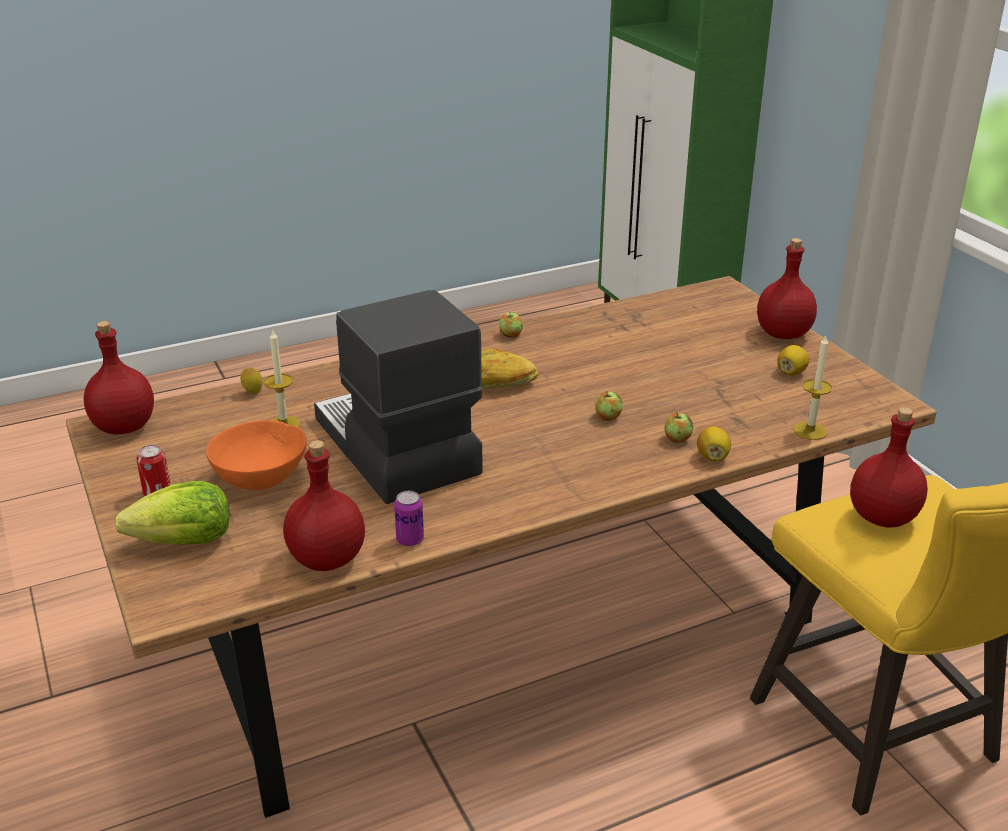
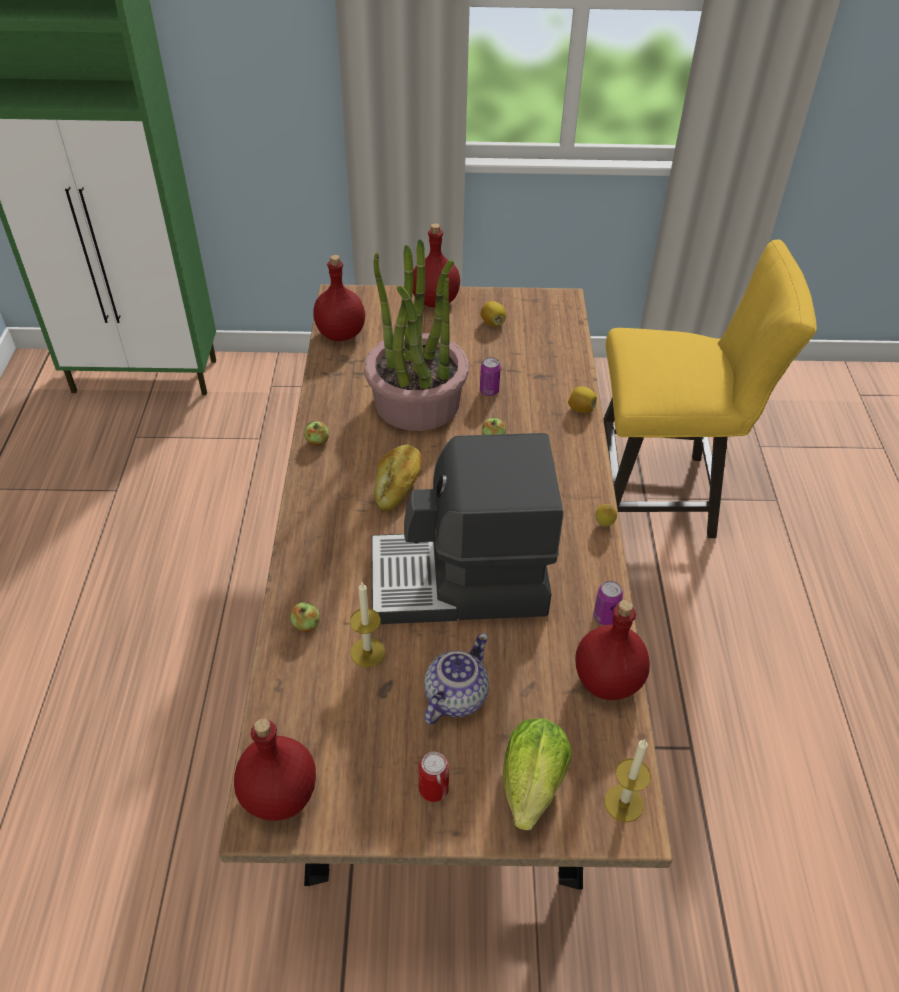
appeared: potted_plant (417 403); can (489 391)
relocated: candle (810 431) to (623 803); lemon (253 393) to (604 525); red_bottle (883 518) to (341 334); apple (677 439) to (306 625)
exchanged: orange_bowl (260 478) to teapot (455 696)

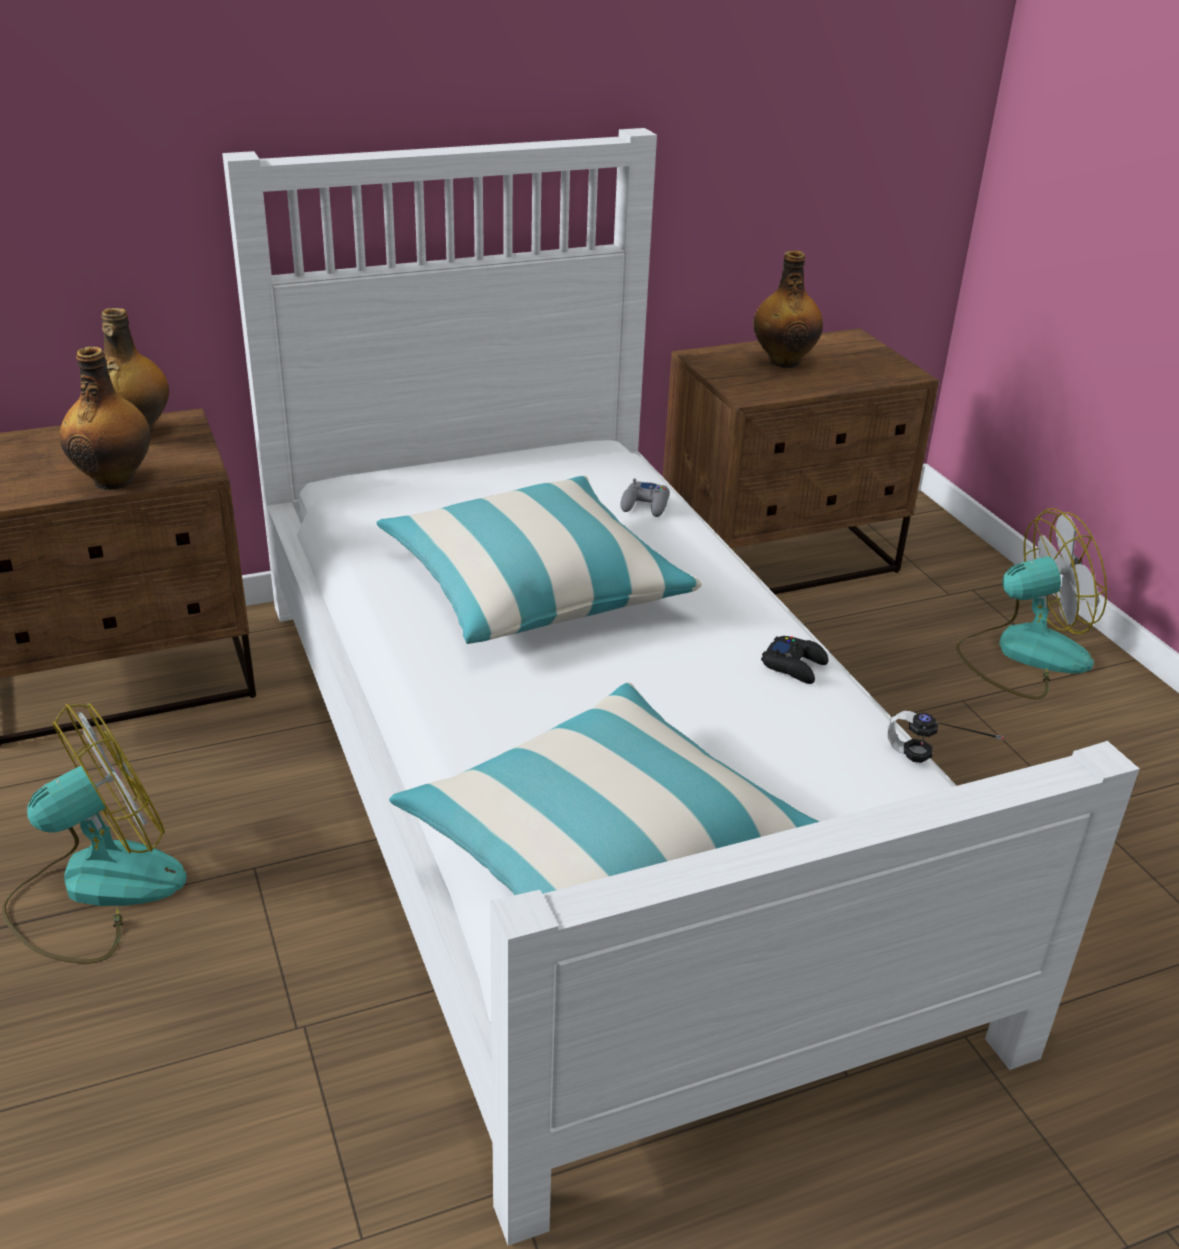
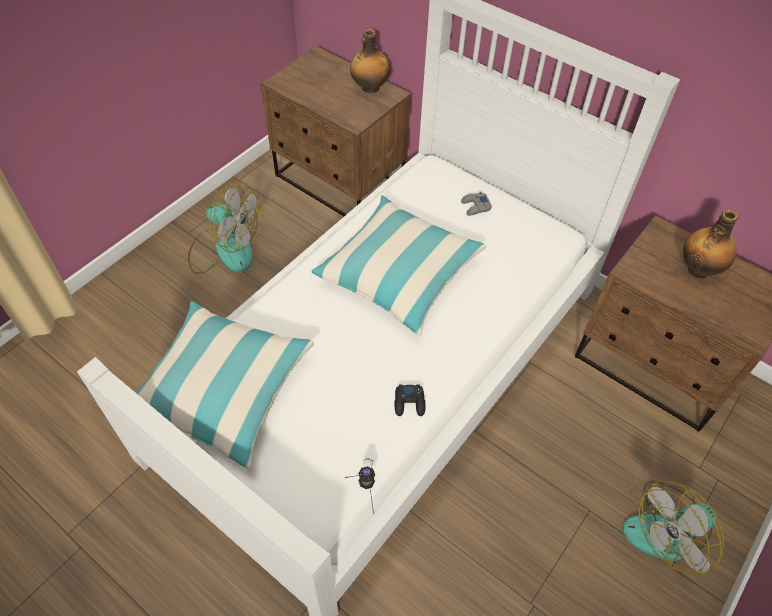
missing: bottle (114 480)
relocated: grey_game_controller (645 505) to (475 207)
spun: fan (1022 654) = (668 530) 105 degrees clockwise

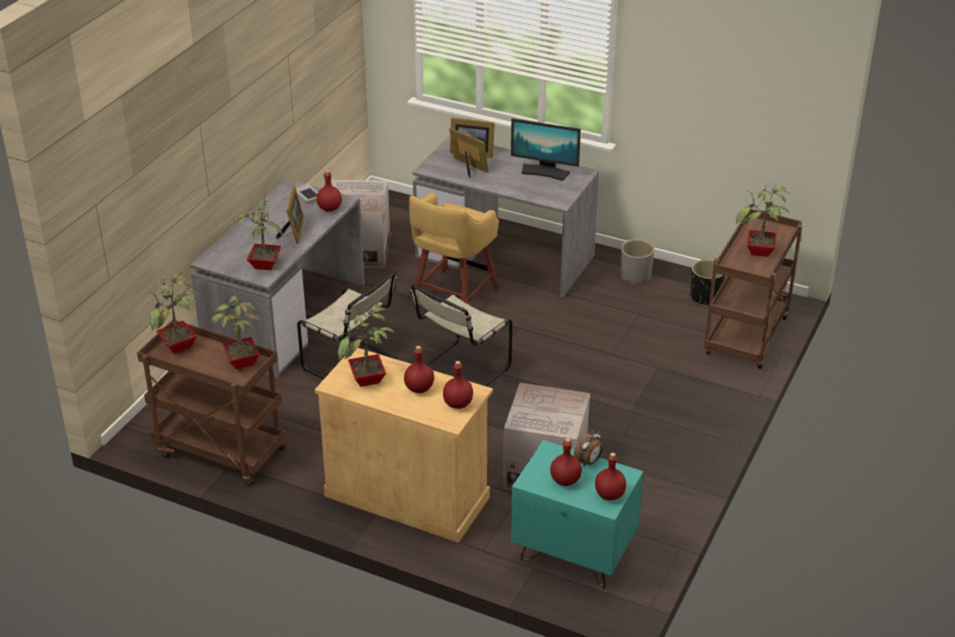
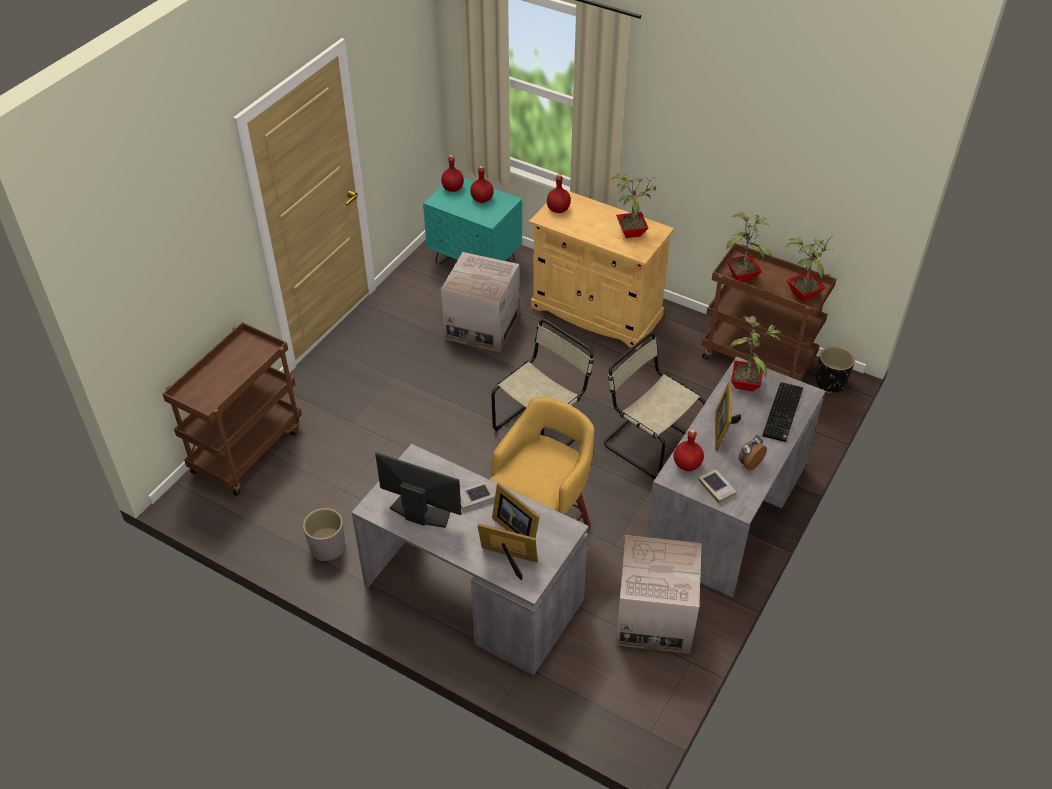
missing: potted_plant (759 252); red_bottle (419 388)
appeared: keyboard (783 413); book (474 498)
relocated: black_planter (705 297) to (830 382); alarm_clock (588 462) to (749 463)

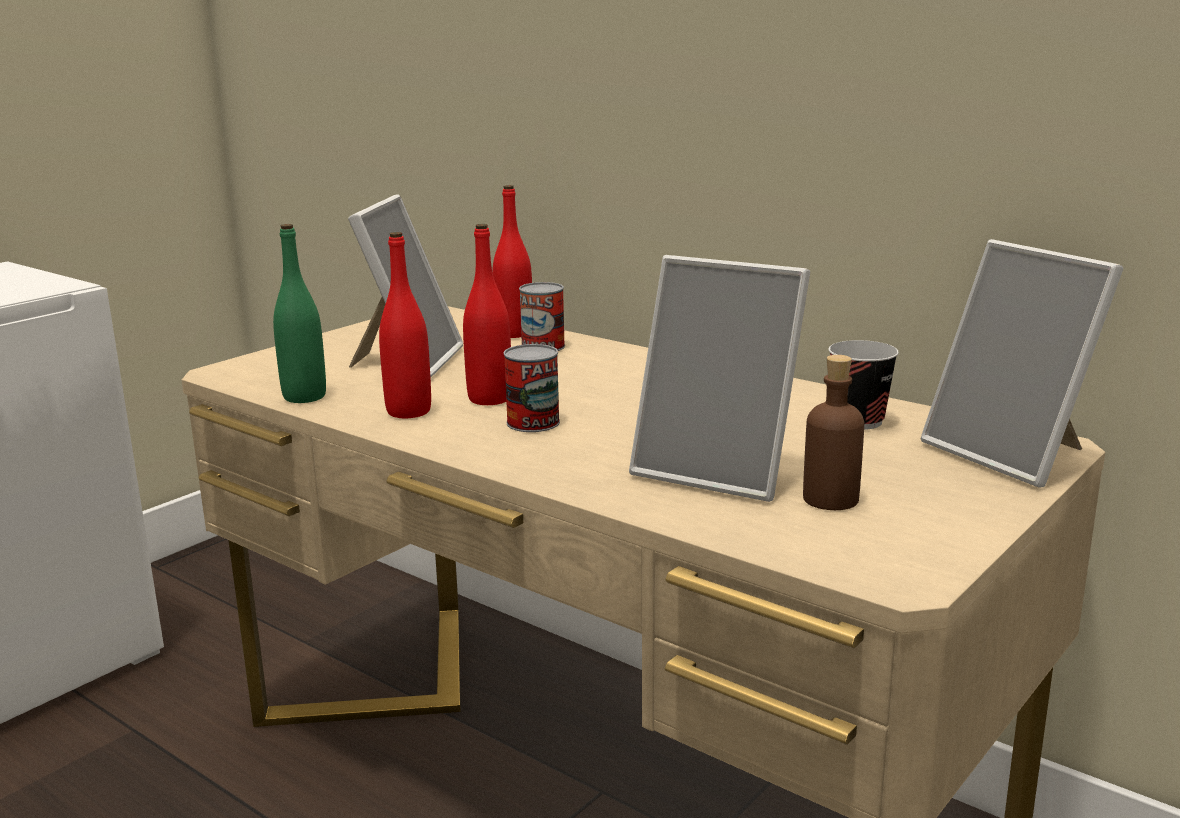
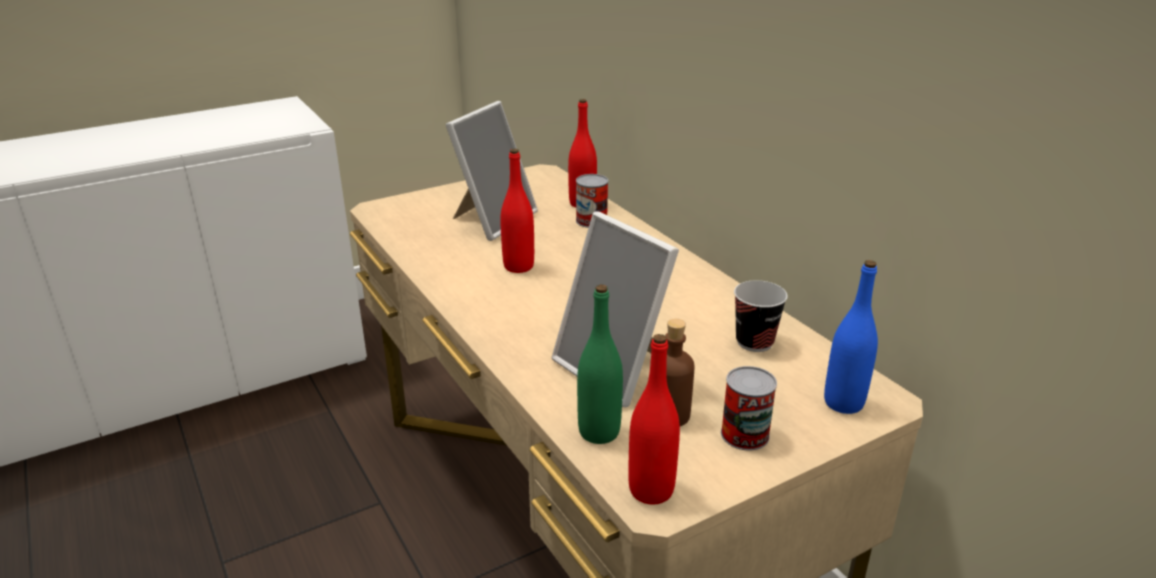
relocated: green_bottle (304 397) to (599 432); red_bottle (408 411) to (651 490); can (533 422) to (744 434)
exchanged: picture_frame (1013 454) to blue_bottle (843 403)

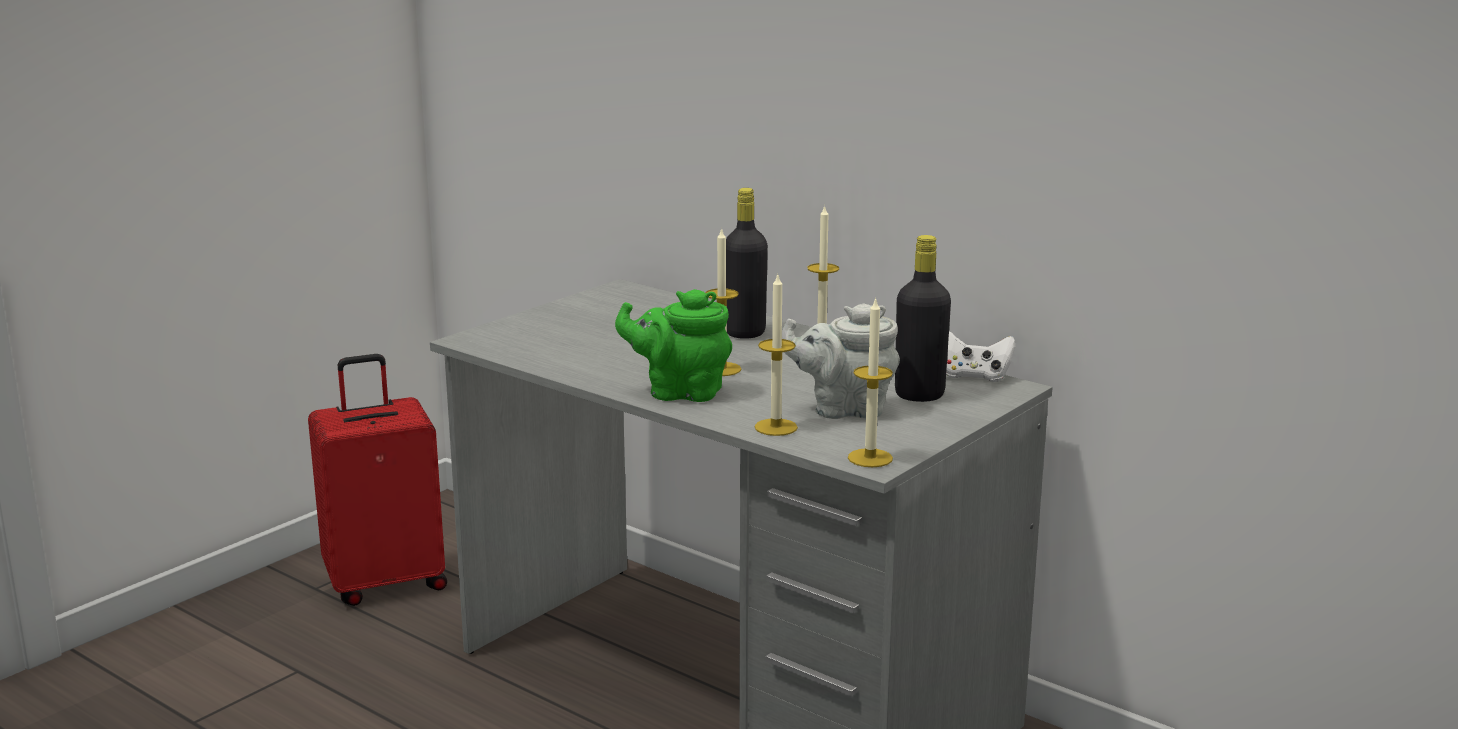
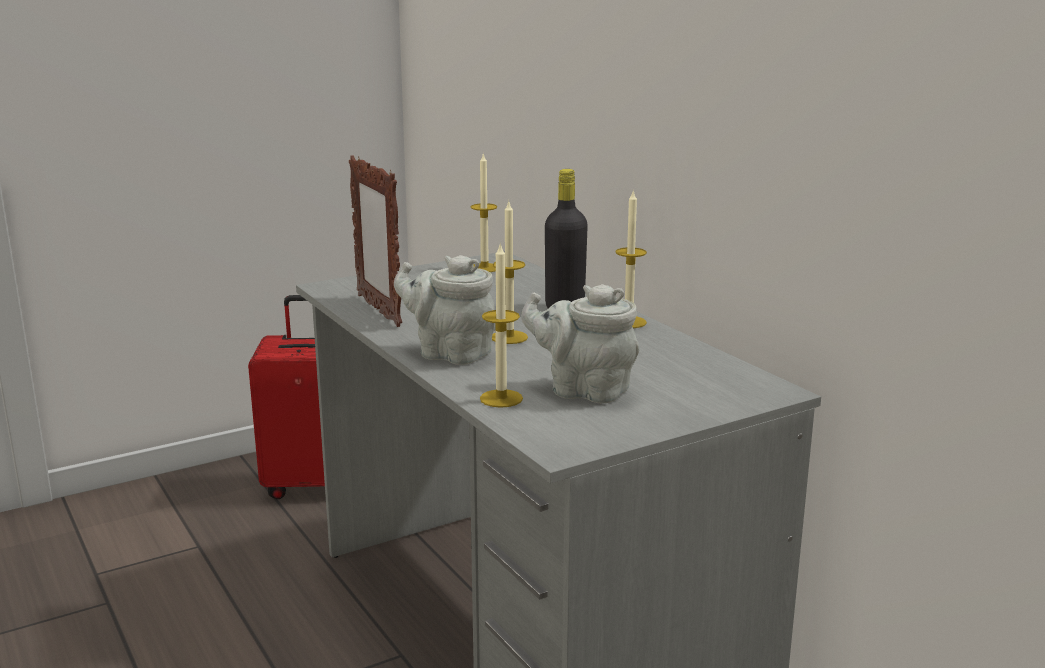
missing: black_bottle (919 395); white_game_controller (974 376)
appeared: picture_frame (379 310)
relocated: candle (870 458) to (484 268)
colour: green_teapot (680 392) to grey_teapot (450 353)

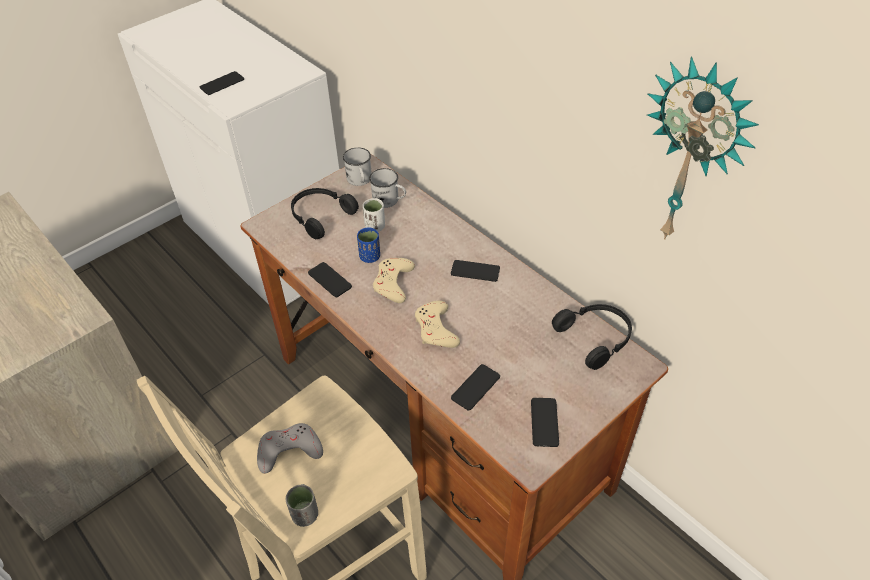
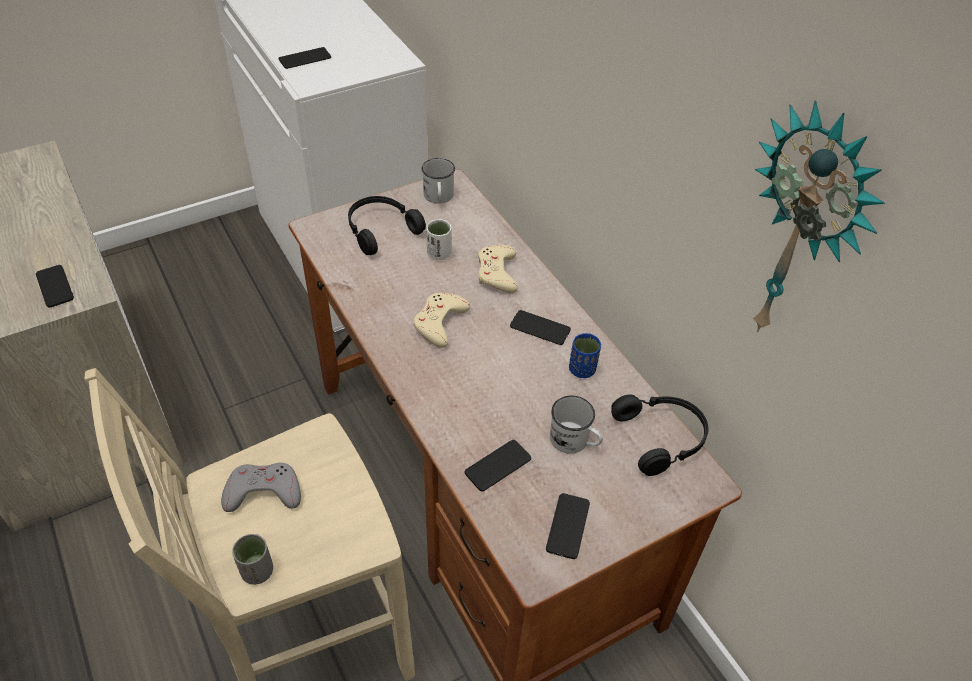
relocated: white_mug (389 200) to (574 441); blue_cup (370 257) to (582 369); phone (329 280) to (55 286); beige_game_controller (436 329) to (497 273)

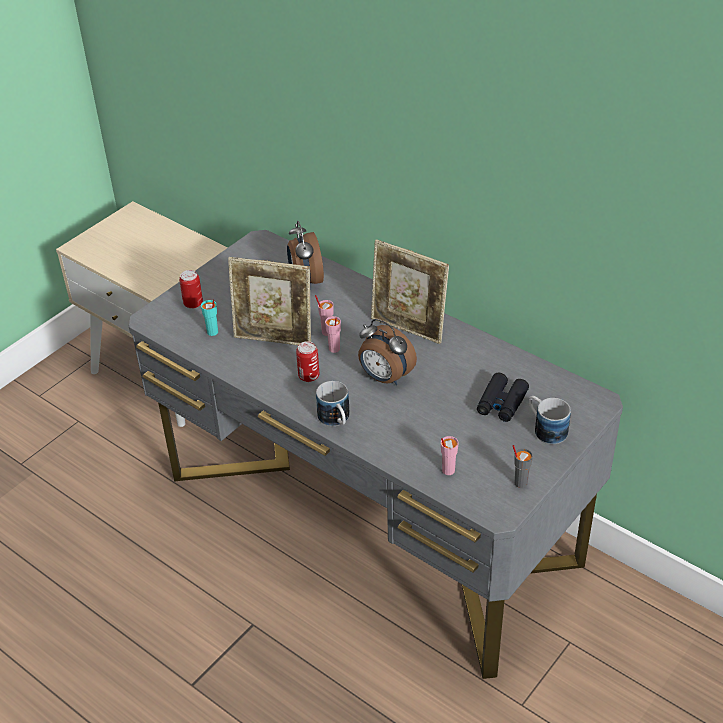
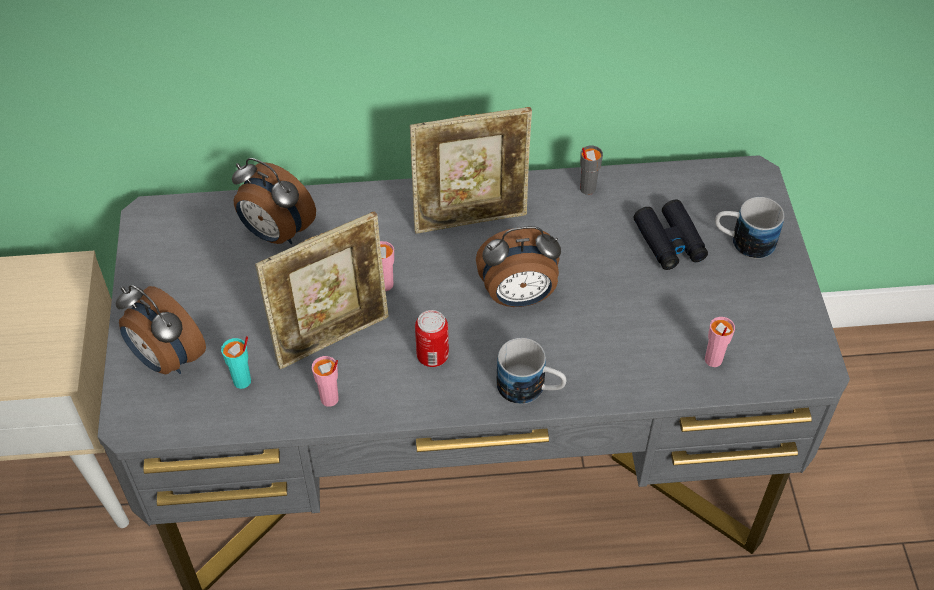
relocated: pink_cup (334 349) to (330 399); grey_cup (520 483) to (587 189)
exchanged: can (193 303) to alarm_clock (166 359)

